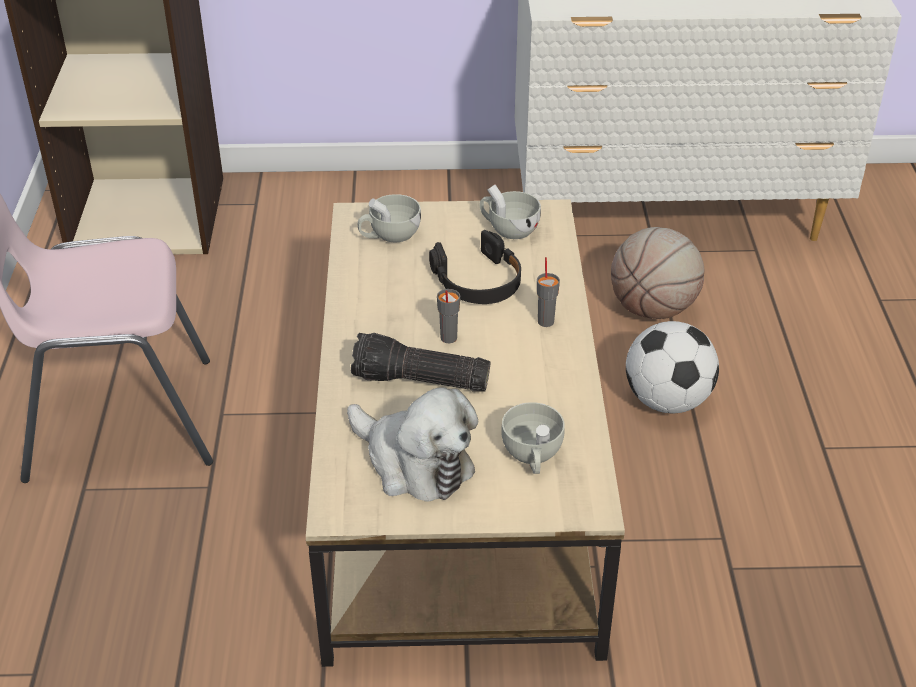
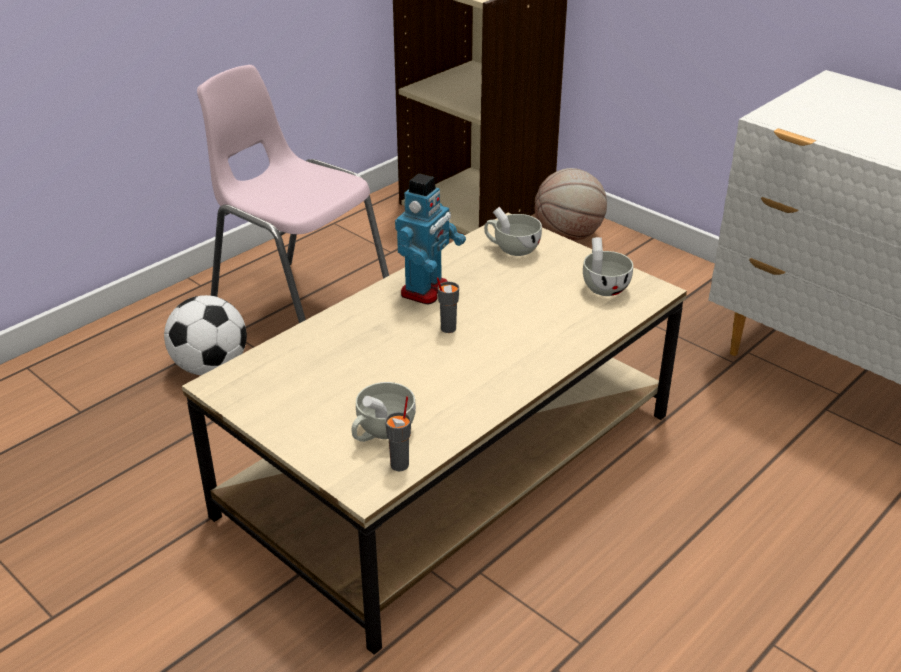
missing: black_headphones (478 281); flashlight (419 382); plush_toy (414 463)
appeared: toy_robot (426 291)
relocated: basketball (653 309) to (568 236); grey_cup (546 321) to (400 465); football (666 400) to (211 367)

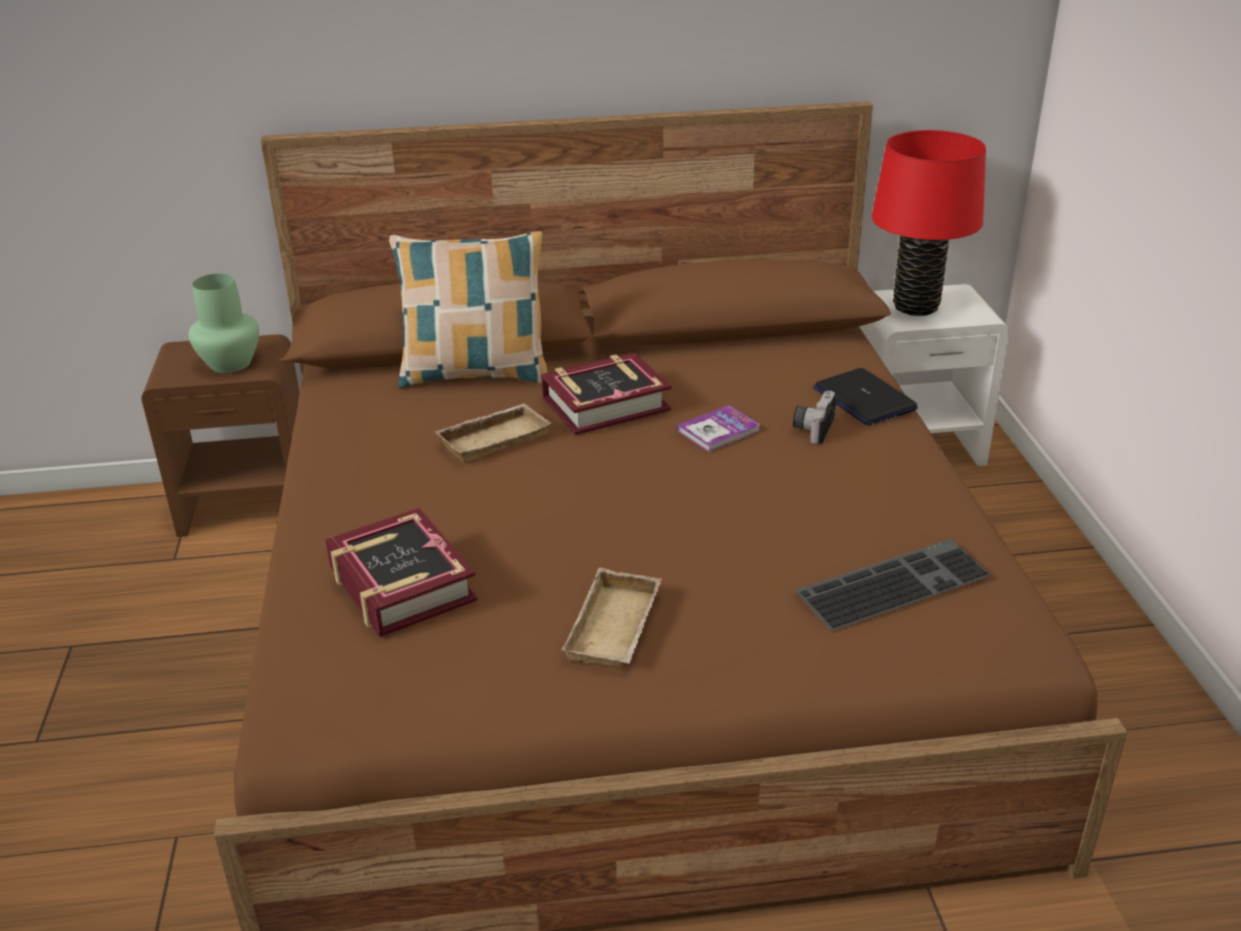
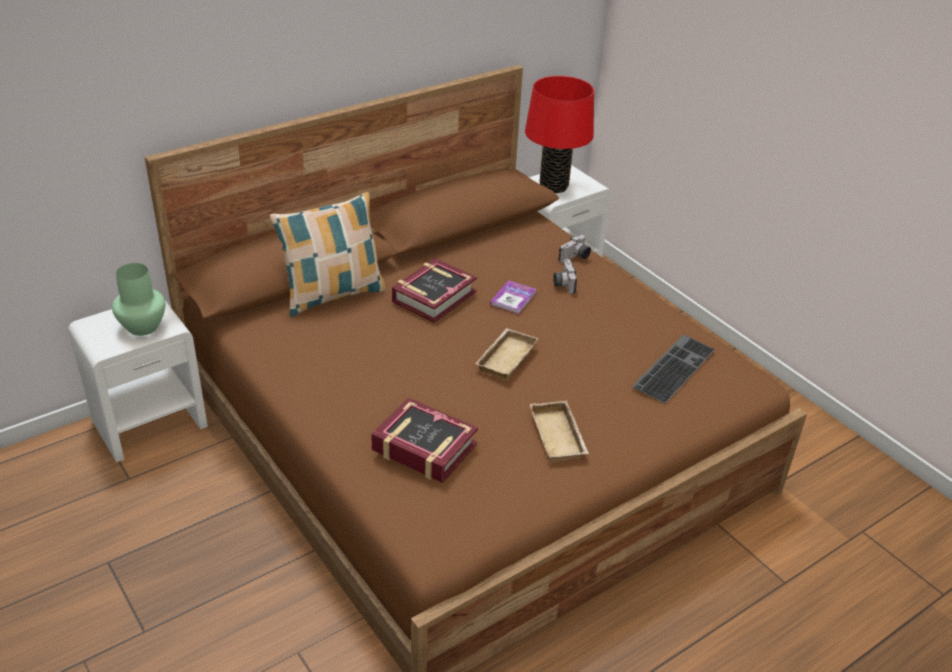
relocated: beige_tray (494 437) to (505 357)
exchanged: laptop (863 399) to photo_camera (575 258)
colour: brown_nightstand (249 504) to white_nightstand (150 423)

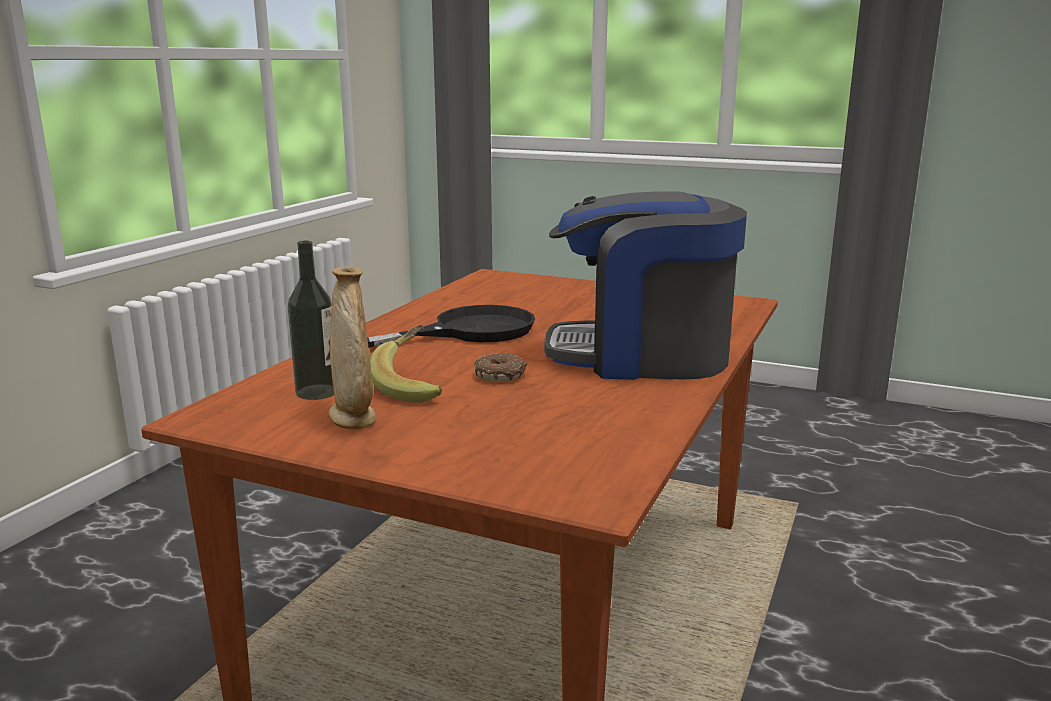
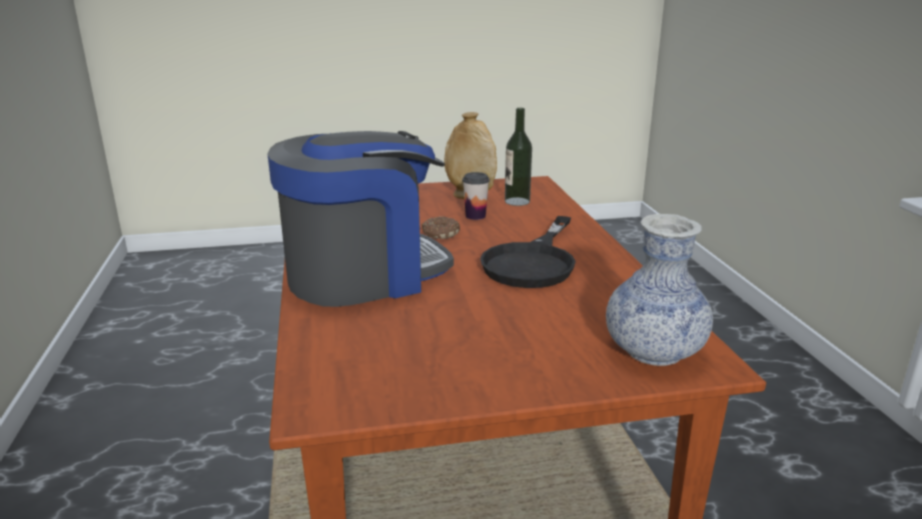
appeared: vase (654 351)
exchanged: banana (415 386) to cup (475 216)

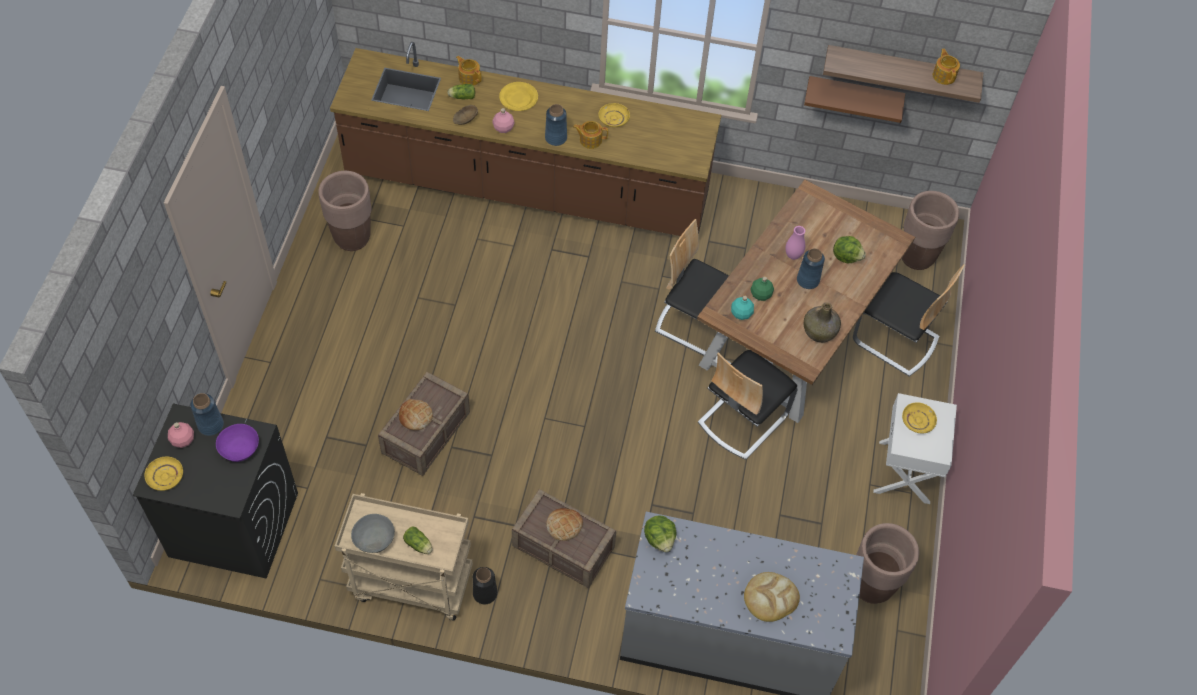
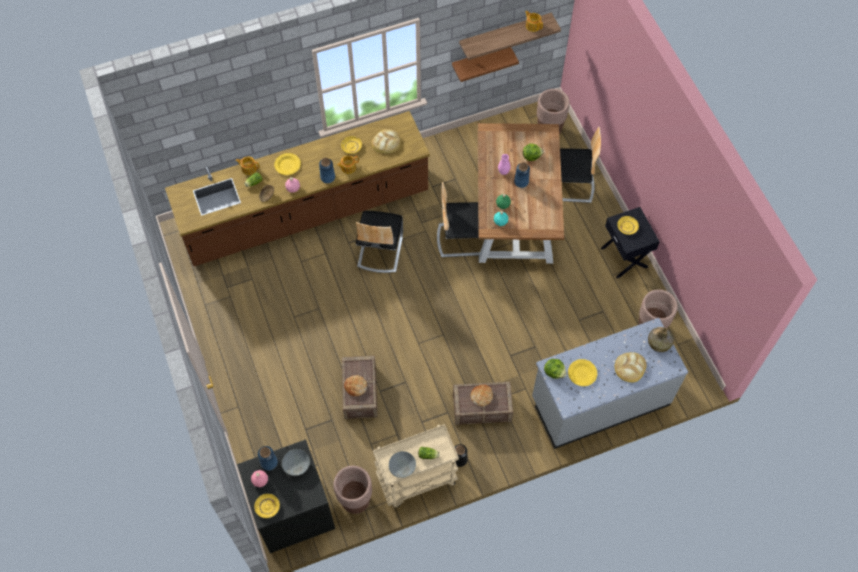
appeared: bread (386 142); yellow_plate (582 373)
relocated: brown_planter (352 238) to (355 501); green_bottle (820 331) to (659 343); chair (742 418) to (380 250)
colour: white_nightstand (905 472) to black_nightstand (625 257); purple_bowl (240 449) to grey_bowl (297 465)

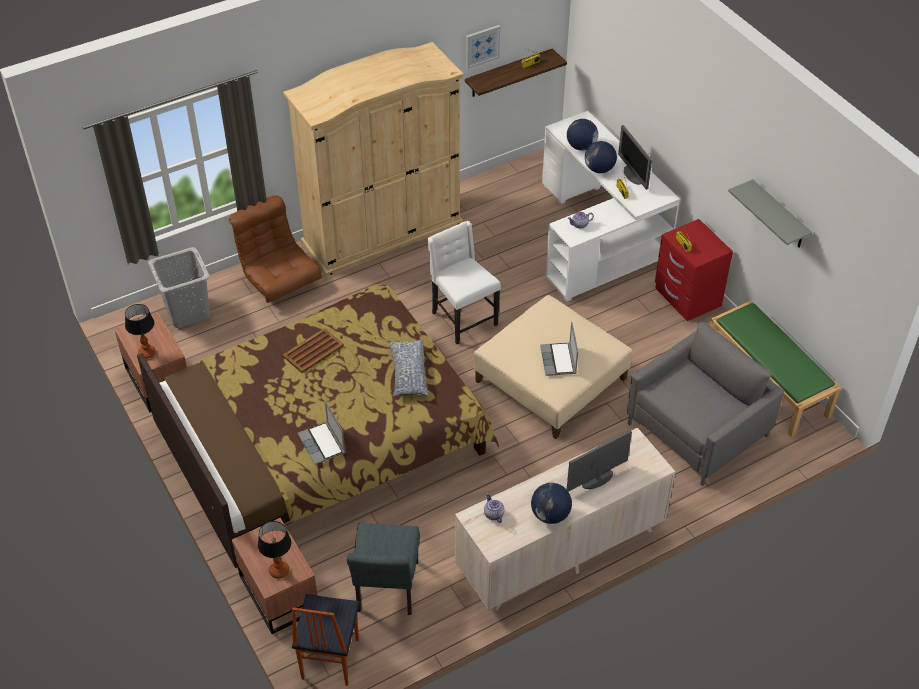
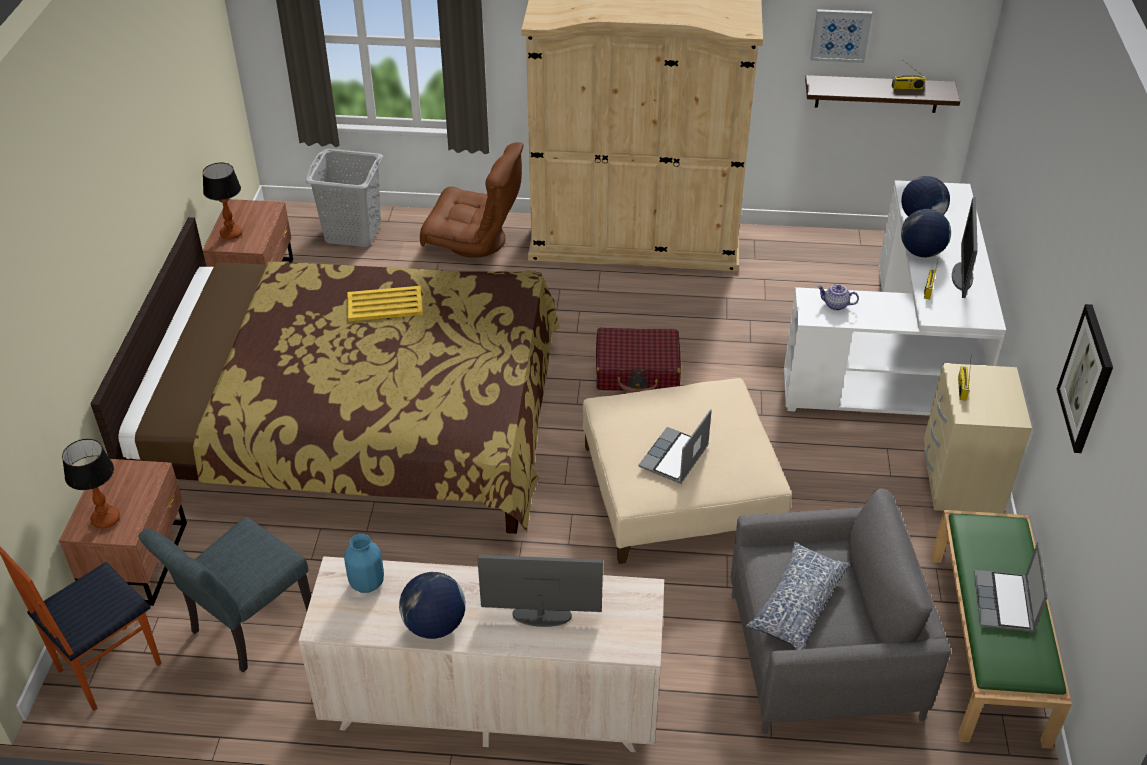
relocated: pillow (408 373) to (796 604); laptop (322 444) to (1005 603)
exchanged: grey_shelf (779 216) to picture (1086 379); white_chair (462 319) to red_suitcase (637 371); teapot (493 514) to blue_vase (366 583)
colour: red_nightstand (687 297) to beige_nightstand (960 481); brown_tray (312 351) to yellow_tray (384 304)
spun: brown_armchair (279 280) = (475 242) 105 degrees clockwise

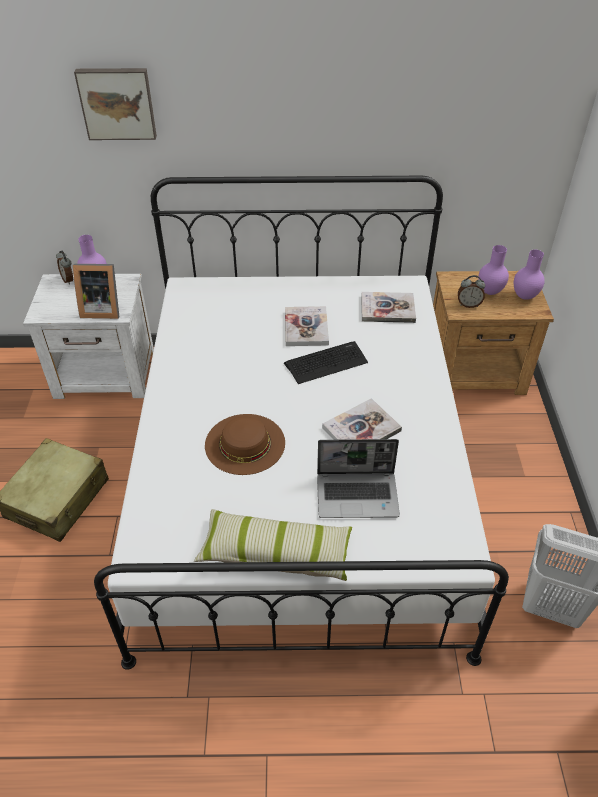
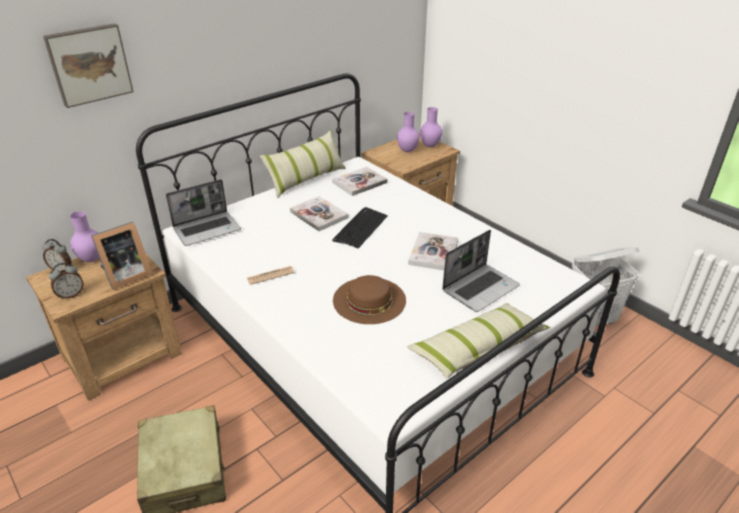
appeared: pillow (306 179); laptop (207 229); newspaper (270 275)
relocated: alarm_clock (468 304) to (71 294)
colour: white_nightstand (106 374) to brown_nightstand (124 355)

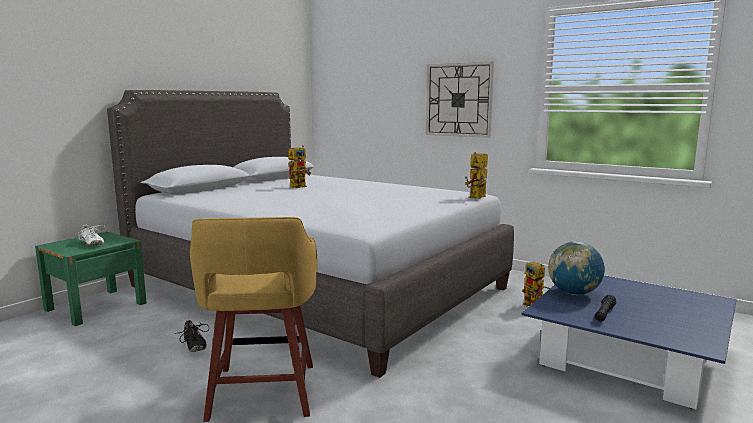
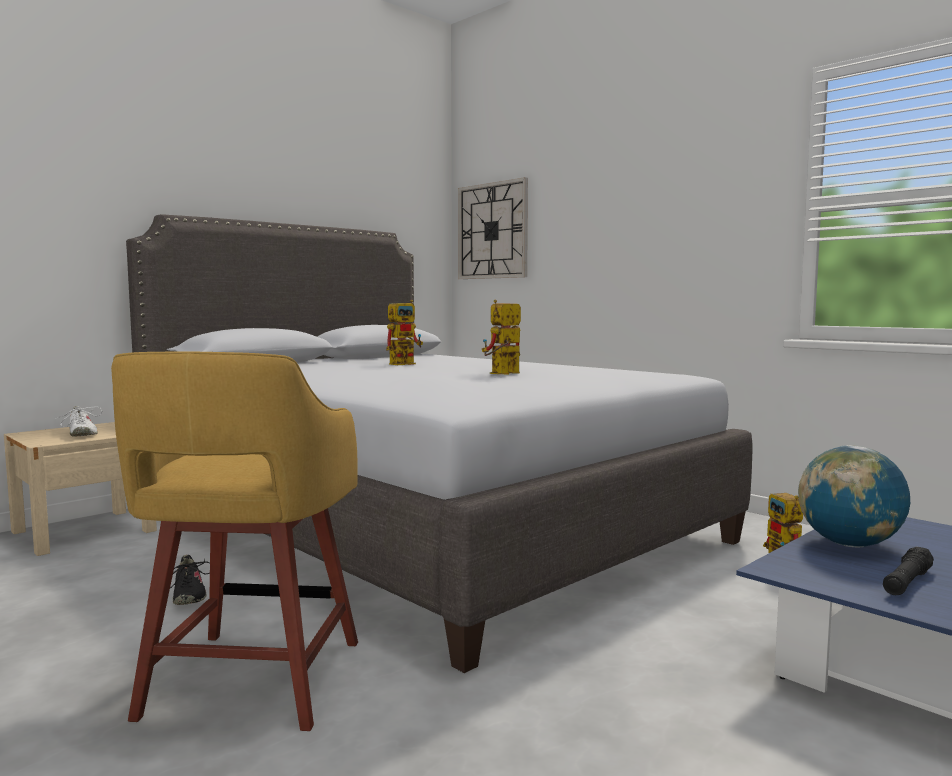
relocated: wall_clock (458 100) to (492 231); toy_robot (476 198) to (502 374)
colour: green_nightstand (96 306) to beige_nightstand (84 531)

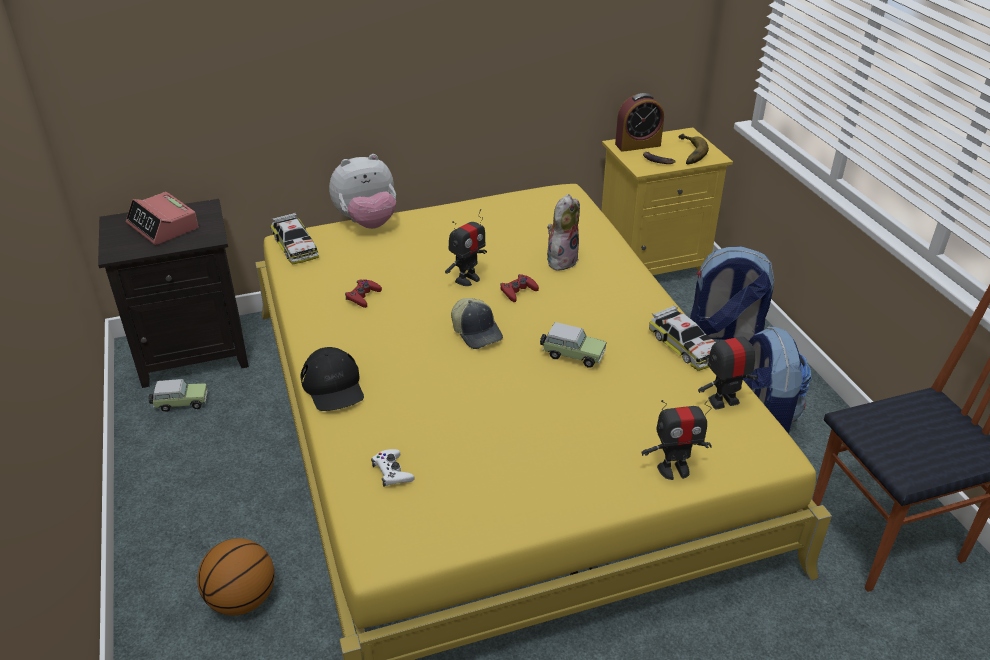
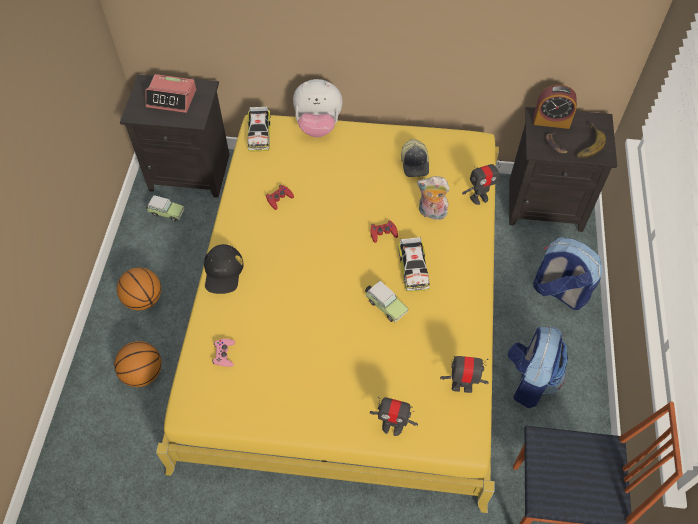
appeared: basketball (144 299)
relocated: toy_robot (467 279) to (479 198); cap (477 332) to (415 163); toy_car (685 346) to (413 268)
colour: yellow_nightstand (652 264) to black_nightstand (546 204); white_game_controller (392 472) to pink_game_controller (224 354)
spun: alarm_clock (163 226) = (172 98) 60 degrees counterclockwise; plush_toy (561 259) = (431 213) 135 degrees counterclockwise

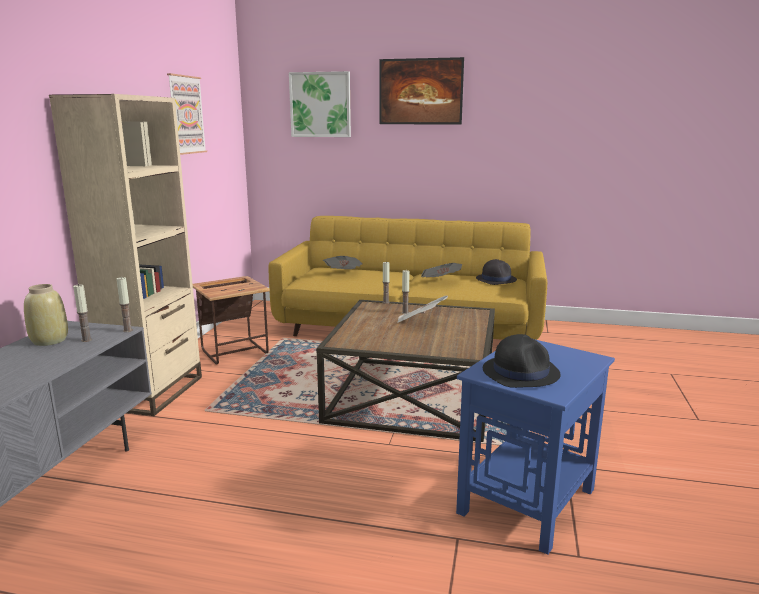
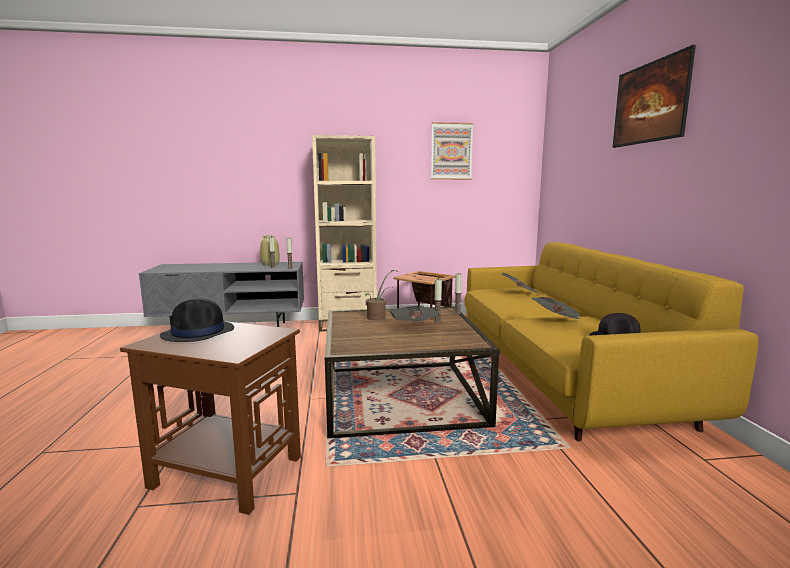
missing: picture (320 105)
appeared: potted_plant (379 317)
colour: blue_side_table (526 502) to brown_side_table (225 471)

